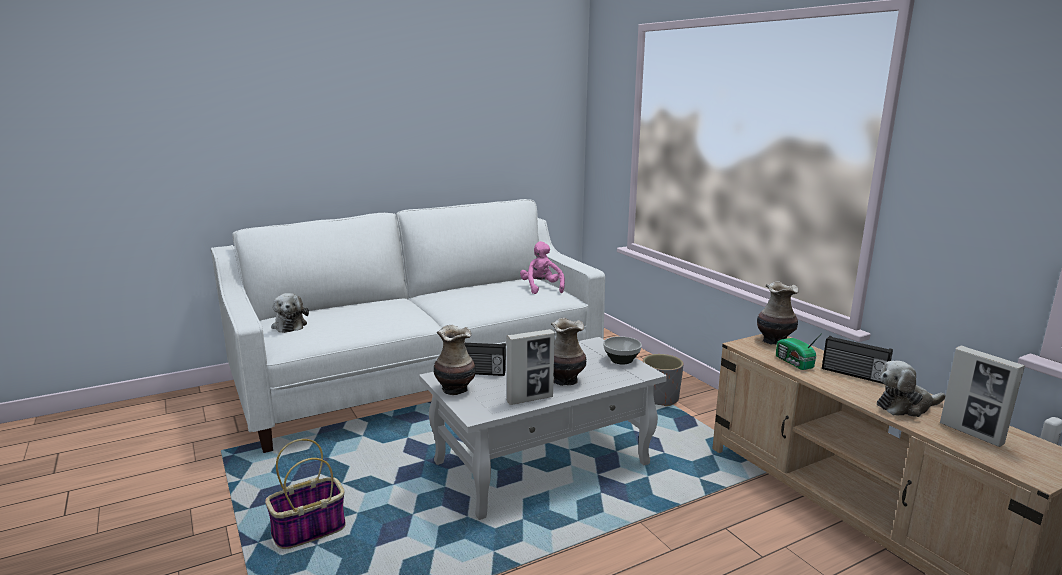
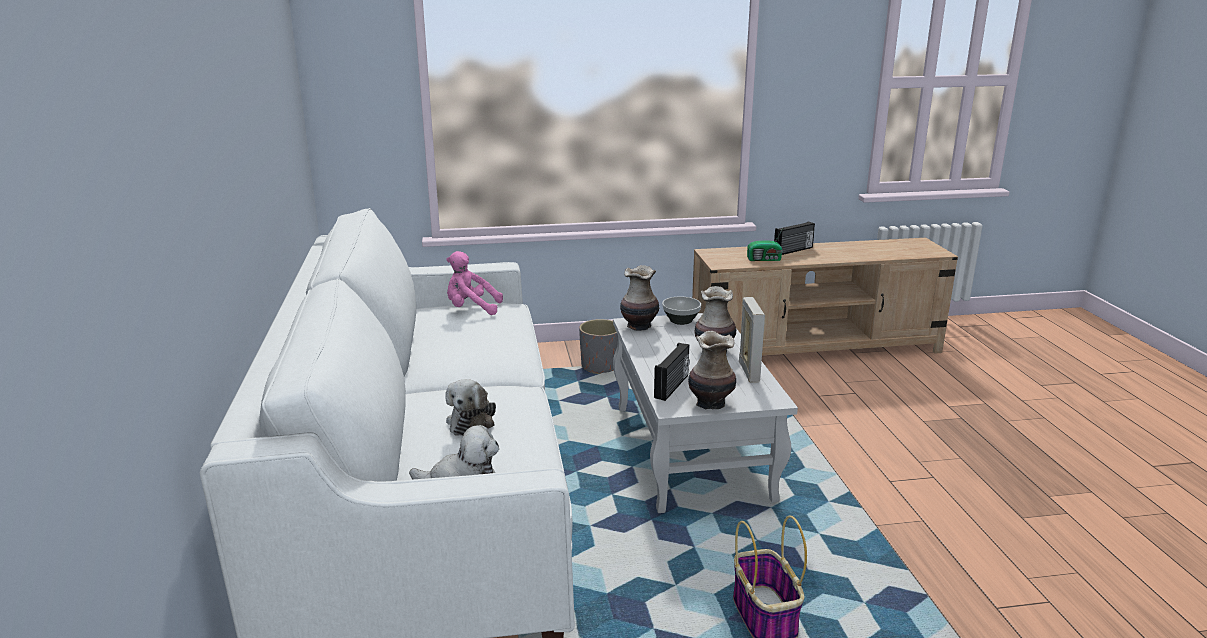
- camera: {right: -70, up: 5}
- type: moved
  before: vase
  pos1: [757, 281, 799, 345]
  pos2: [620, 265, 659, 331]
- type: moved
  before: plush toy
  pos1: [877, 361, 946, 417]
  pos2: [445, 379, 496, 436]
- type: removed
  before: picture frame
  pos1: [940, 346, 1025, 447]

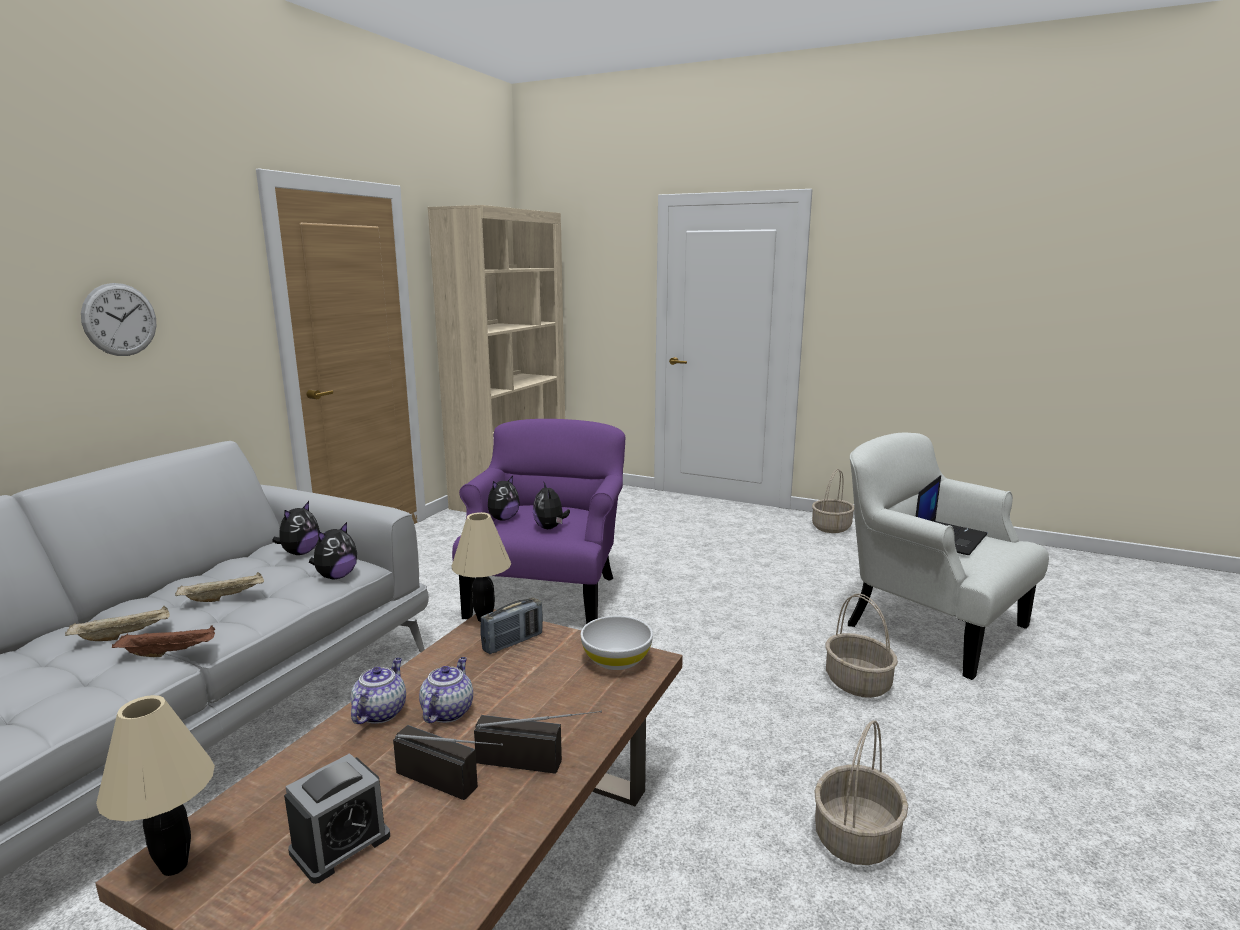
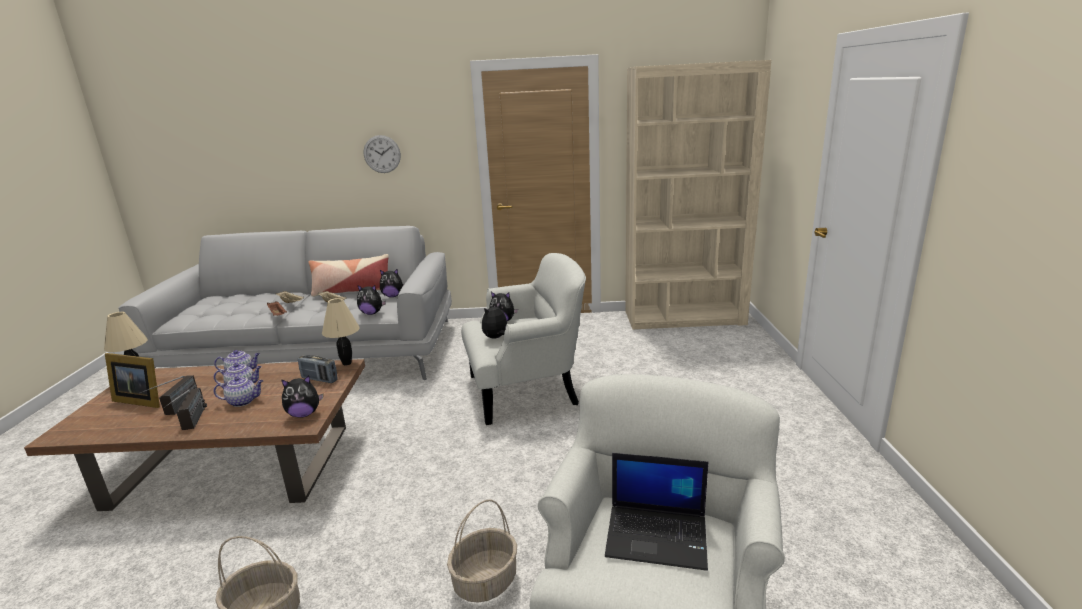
- camera: {right: 65, up: 5}
- type: replaced
  before: alarm clock
  after: picture frame
  pos1: [284, 753, 390, 884]
  pos2: [105, 353, 160, 408]
- type: recoloured
  before: armchair in purple
  after: armchair in white
  pos1: [452, 419, 625, 624]
  pos2: [461, 253, 586, 425]
- type: replaced
  before: bowl in white
  after: plush toy
  pos1: [581, 616, 653, 670]
  pos2: [281, 376, 323, 418]
- type: removed
  before: basket
  pos1: [812, 469, 854, 533]
- type: added
  after: teapot
  pos2: [214, 376, 264, 407]
- type: added
  after: pillow
  pos2: [308, 254, 389, 297]

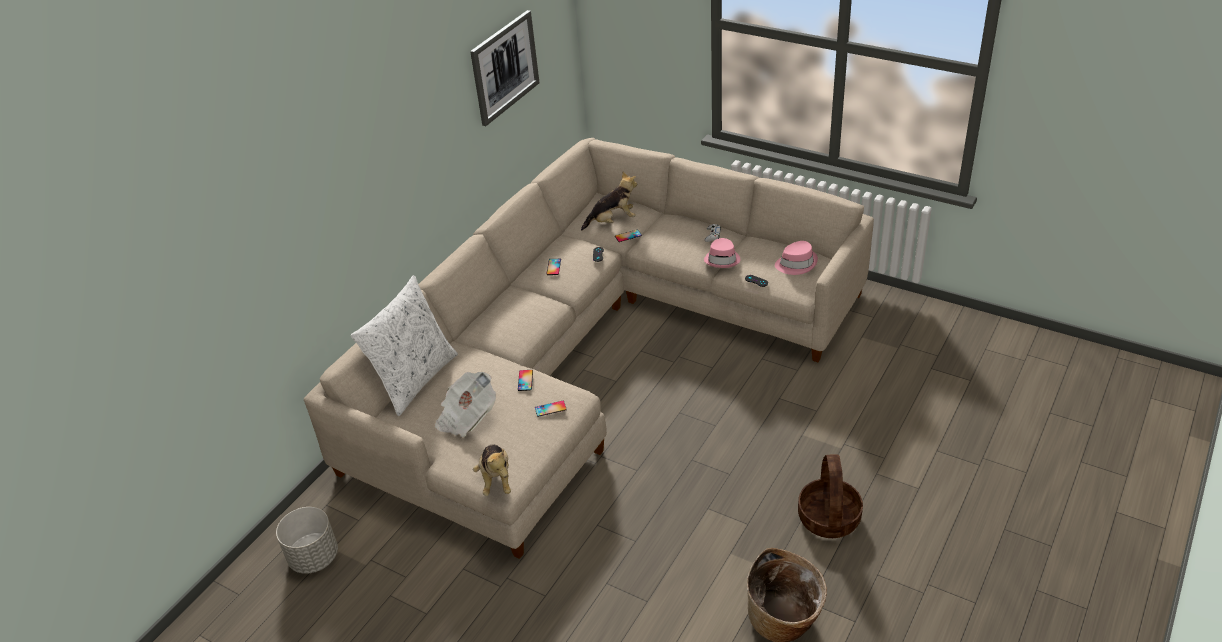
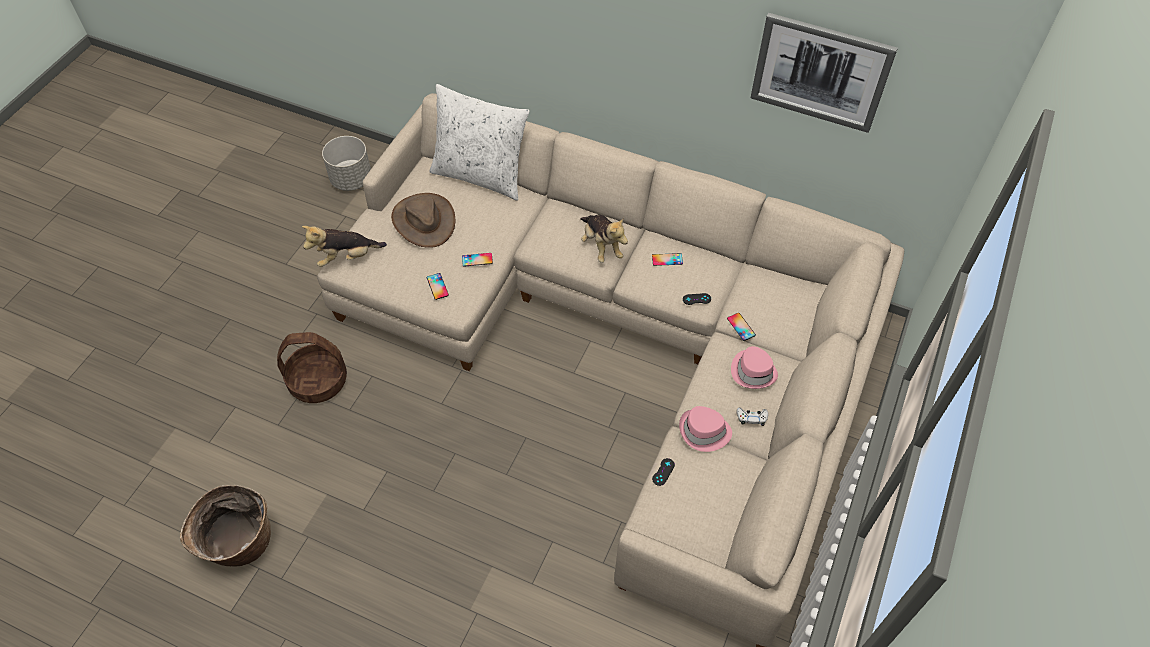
- camera: {right: 80, up: 15}
- type: replaced
  before: newspaper
  after: hat in brown
  pos1: [435, 372, 496, 437]
  pos2: [391, 193, 455, 248]
- type: moved
  before: plush toy
  pos1: [581, 171, 637, 231]
  pos2: [581, 215, 628, 263]
- type: moved
  before: hat in pink
  pos1: [775, 241, 818, 275]
  pos2: [731, 346, 778, 389]
- type: moved
  before: basket
  pos1: [798, 454, 863, 538]
  pos2: [277, 332, 347, 403]

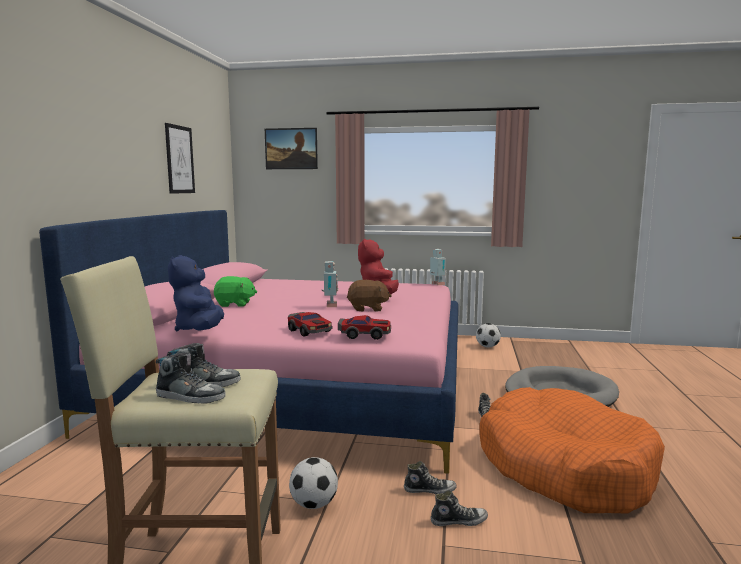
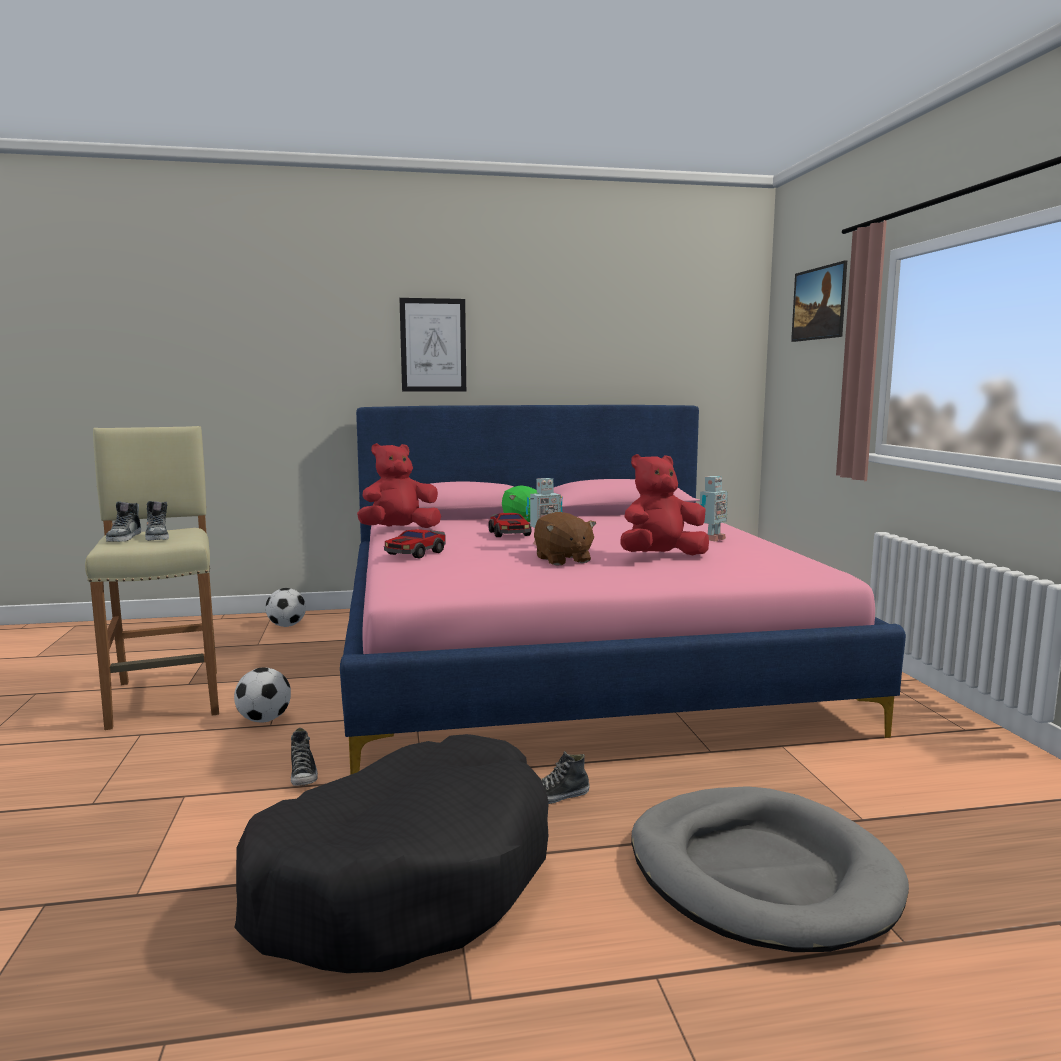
- camera: {right: 70, up: 0}
- type: moved
  before: picture
  pos1: [165, 123, 195, 194]
  pos2: [399, 298, 466, 392]
- type: recoloured
  before: plush toy in blue
  after: plush toy in red
  pos1: [168, 255, 224, 332]
  pos2: [357, 443, 441, 528]
- type: moved
  before: toy car
  pos1: [338, 315, 391, 340]
  pos2: [488, 513, 531, 537]
- type: moved
  before: toy robot
  pos1: [430, 249, 446, 285]
  pos2: [700, 476, 728, 541]
- type: removed
  before: shoe
  pos1: [431, 490, 488, 526]
- type: moved
  before: football
  pos1: [476, 323, 501, 348]
  pos2: [266, 588, 306, 627]
- type: recoloured
  before: dog bed in orange
  after: dog bed in black
  pos1: [479, 387, 665, 514]
  pos2: [234, 734, 549, 973]

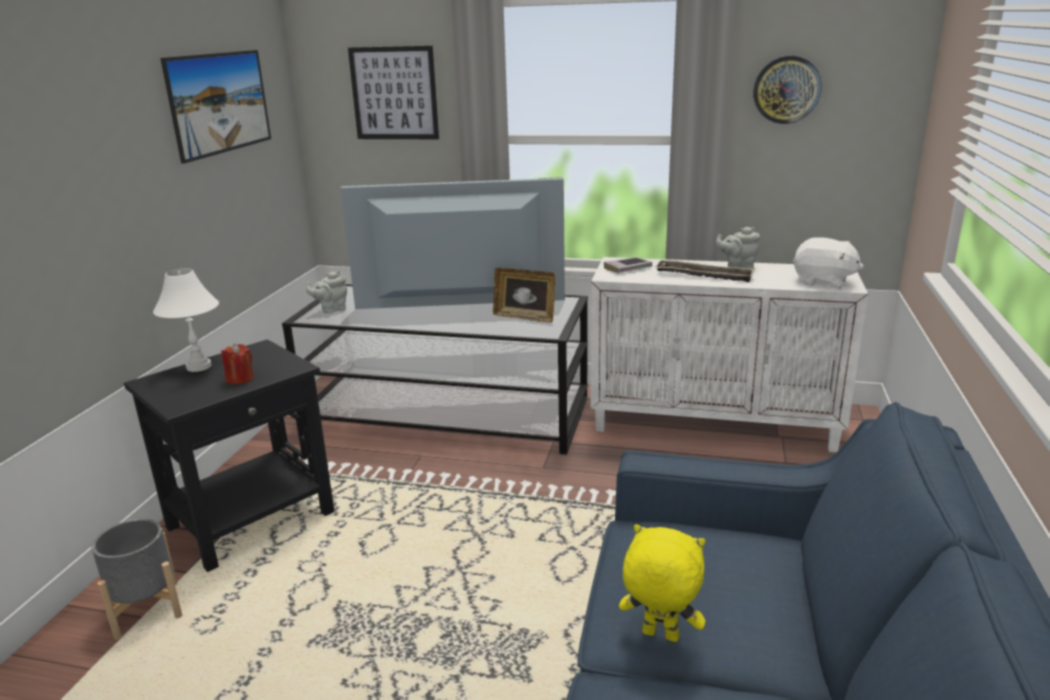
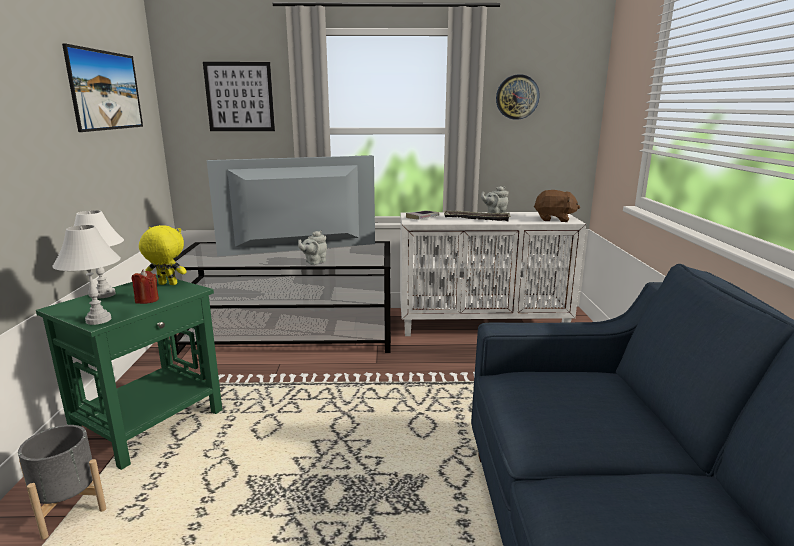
- camera: {right: -15, up: -5}
- type: recoloured
  before: side table in black
  after: side table in green
  pos1: [124, 339, 335, 572]
  pos2: [36, 275, 222, 470]
- type: moved
  before: teapot in grey
  pos1: [306, 271, 347, 313]
  pos2: [298, 231, 327, 265]
- type: removed
  before: picture frame
  pos1: [493, 268, 555, 323]
- type: moved
  before: plush toy in yellow
  pos1: [619, 524, 706, 642]
  pos2: [139, 225, 187, 285]
- type: recoloured
  before: plush toy in white
  after: plush toy in brown
  pos1: [793, 237, 864, 288]
  pos2: [534, 190, 580, 222]
- type: added
  after: table lamp in white
  pos2: [52, 225, 121, 325]

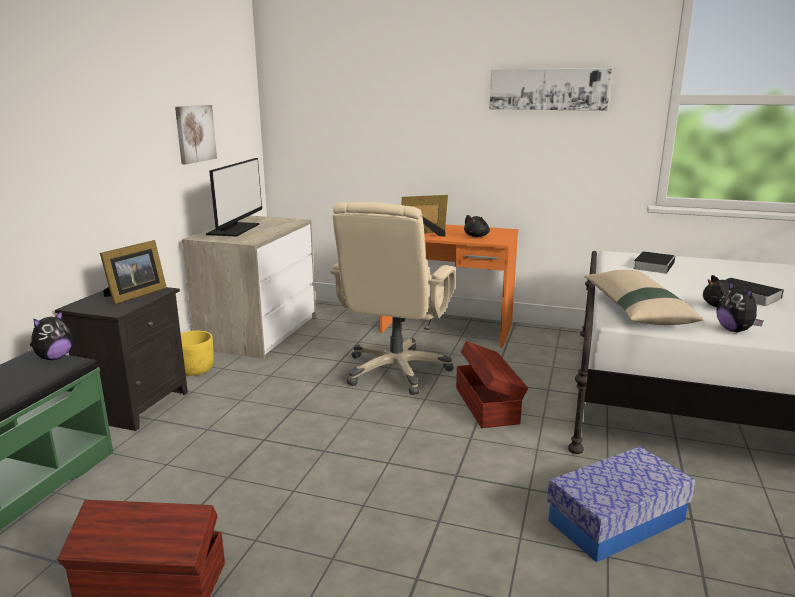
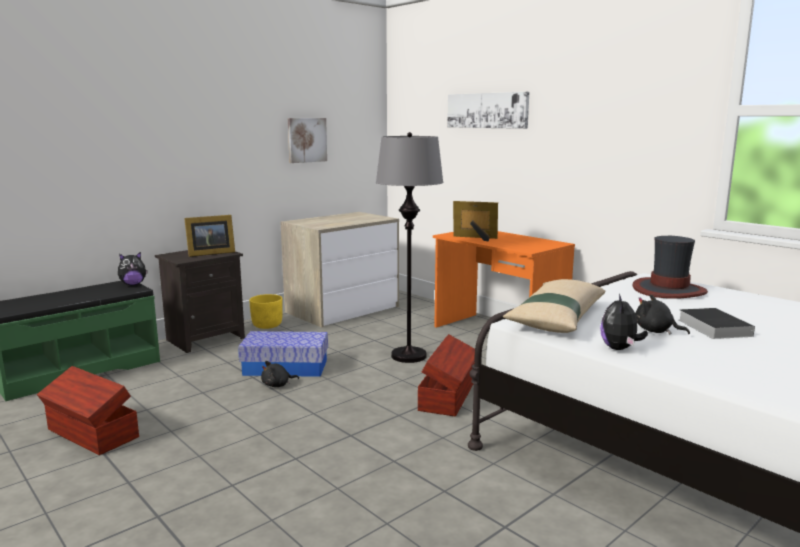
- camera: {right: 30, up: -5}
- type: removed
  before: monitor
  pos1: [206, 158, 262, 237]
- type: replaced
  before: office chair in beige
  after: floor lamp in grey
  pos1: [330, 202, 456, 395]
  pos2: [376, 132, 444, 363]
- type: moved
  before: plush toy in black
  pos1: [464, 215, 490, 237]
  pos2: [261, 361, 299, 387]
- type: moved
  before: picture
  pos1: [489, 68, 612, 111]
  pos2: [447, 92, 529, 129]
- type: moved
  before: storage box
  pos1: [547, 446, 696, 562]
  pos2: [238, 331, 328, 377]
- type: replaced
  before: book
  after: hat
  pos1: [633, 251, 675, 274]
  pos2: [632, 236, 708, 299]

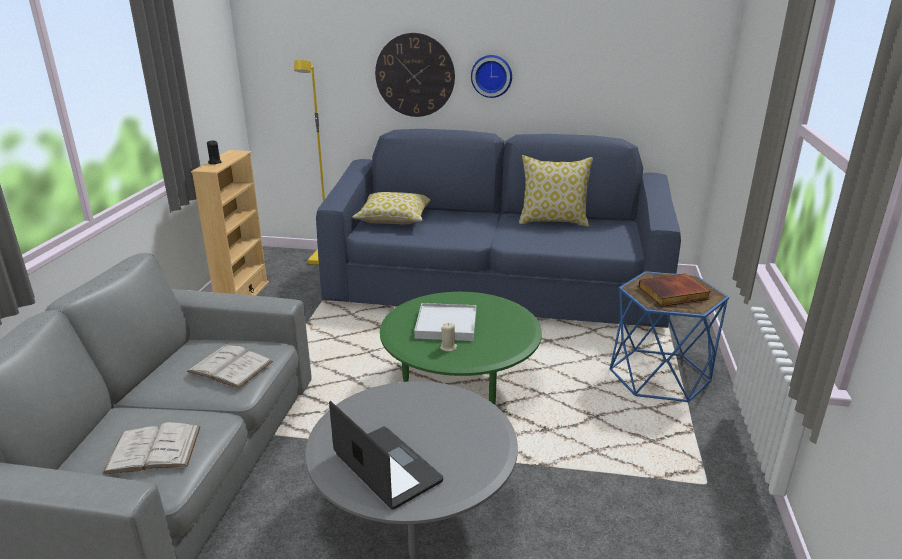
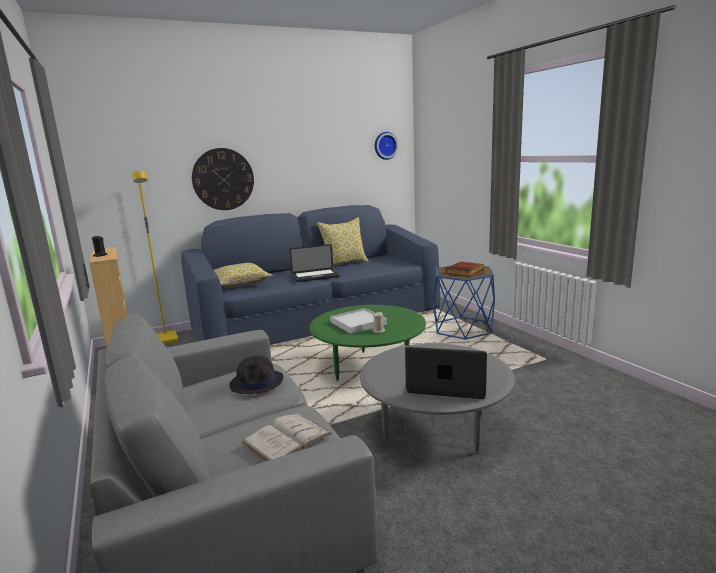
- camera: {right: -35, up: -10}
- type: replaced
  before: book in white
  after: hat in black
  pos1: [187, 344, 273, 388]
  pos2: [230, 356, 283, 394]
- type: moved
  before: wall clock
  pos1: [471, 55, 512, 98]
  pos2: [375, 132, 398, 160]
- type: added
  after: laptop
  pos2: [289, 244, 340, 282]

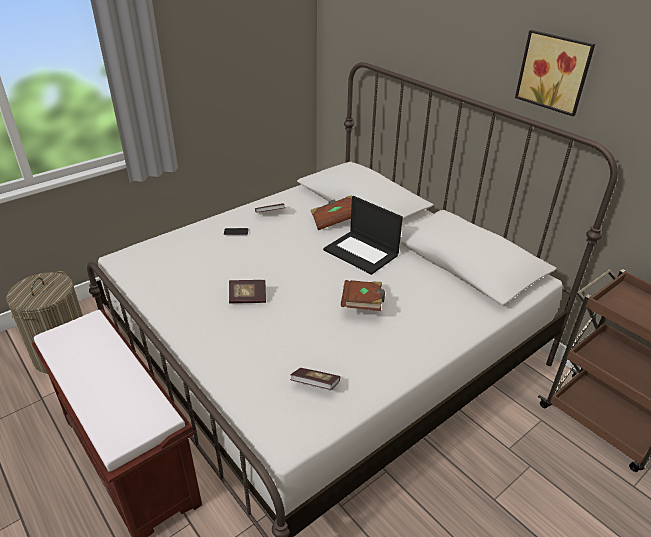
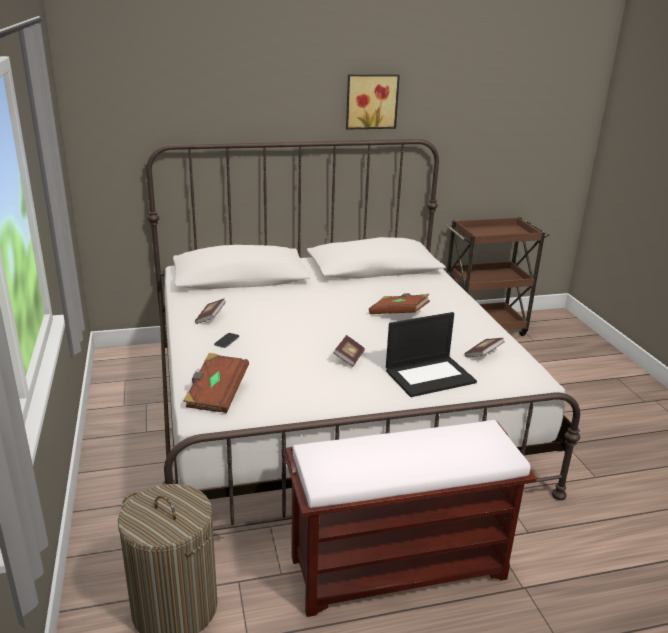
- camera: {right: -65, up: -10}
- type: moved
  before: book in brown
  pos1: [311, 195, 352, 230]
  pos2: [184, 353, 249, 413]
- type: moved
  before: laptop
  pos1: [323, 196, 403, 275]
  pos2: [386, 312, 477, 397]

